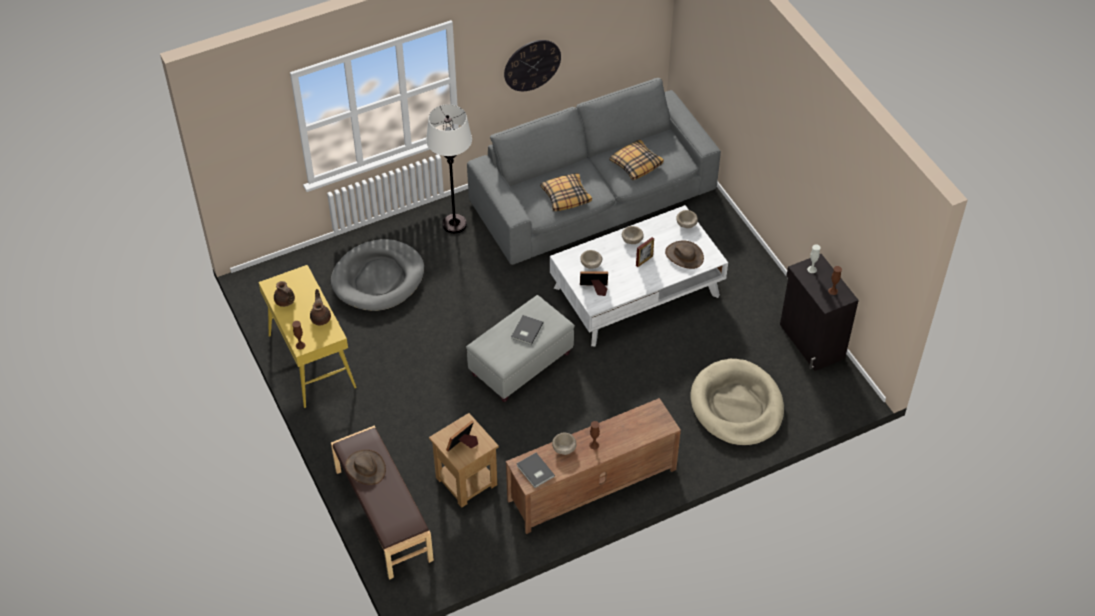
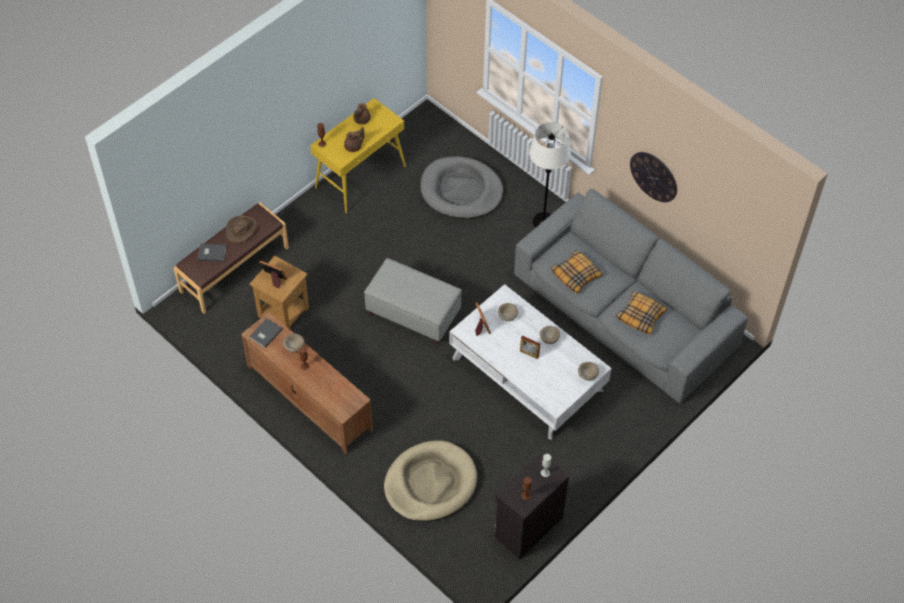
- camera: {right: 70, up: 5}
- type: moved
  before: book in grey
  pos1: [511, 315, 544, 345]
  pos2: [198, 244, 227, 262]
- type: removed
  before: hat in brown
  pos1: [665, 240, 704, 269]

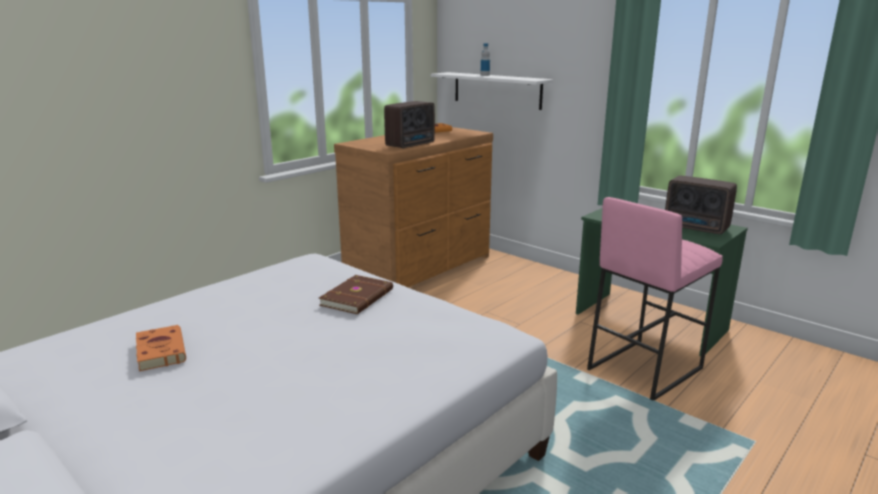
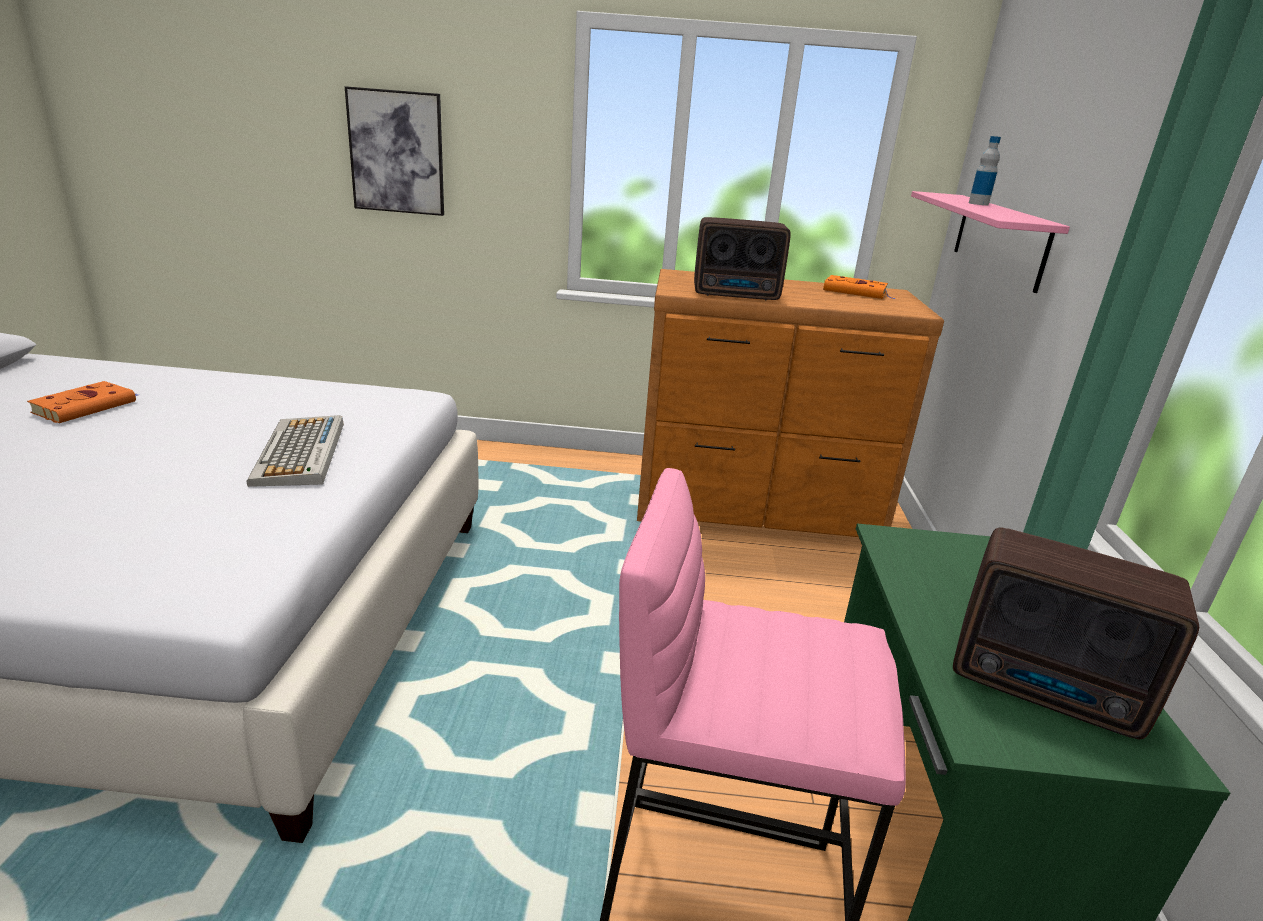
- camera: {right: 50, up: 5}
- type: replaced
  before: book in brown
  after: keyboard
  pos1: [319, 275, 393, 314]
  pos2: [246, 415, 344, 487]
- type: recoloured
  before: shelf in white
  after: shelf in pink
  pos1: [431, 72, 553, 110]
  pos2: [911, 191, 1070, 293]
- type: turned
  before: radio
  pos1: [665, 176, 737, 234]
  pos2: [953, 528, 1199, 739]
  turn: -60
- type: added
  after: picture
  pos2: [345, 86, 444, 216]

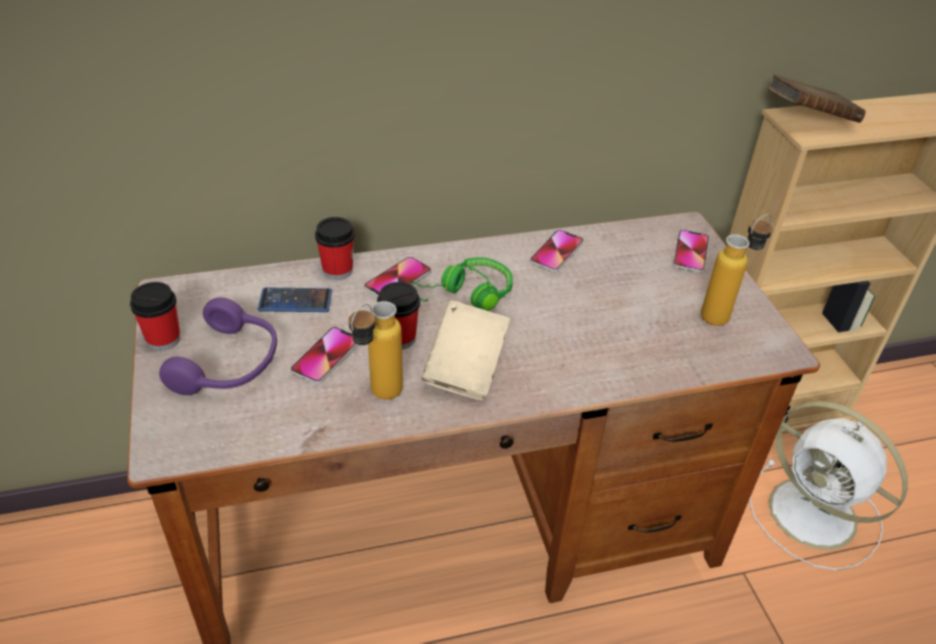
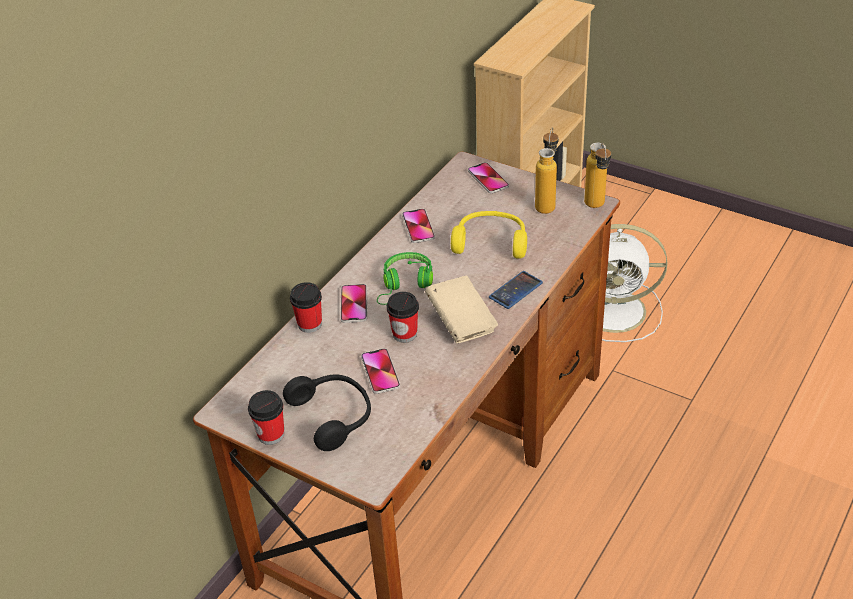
- camera: {right: -40, up: 0}
- type: recoloured
  before: headphones in purple
  after: headphones in black
  pos1: [159, 297, 277, 395]
  pos2: [283, 374, 371, 451]
- type: moved
  before: phone
  pos1: [258, 288, 332, 312]
  pos2: [489, 271, 543, 309]
- type: moved
  before: bottle
  pos1: [349, 301, 403, 399]
  pos2: [584, 143, 611, 208]
- type: removed
  before: book in brown
  pos1: [768, 74, 865, 123]
- type: added
  after: headphones in yellow
  pos2: [451, 211, 527, 259]

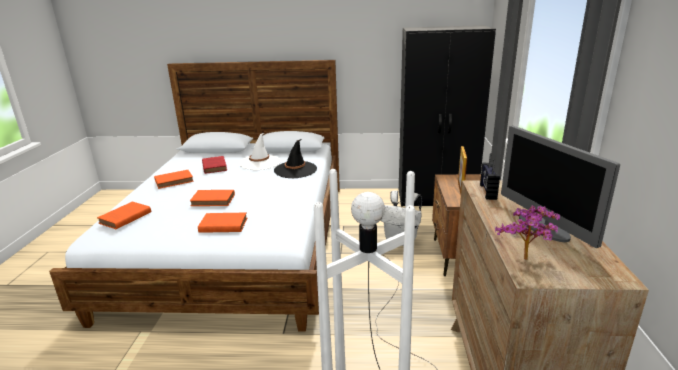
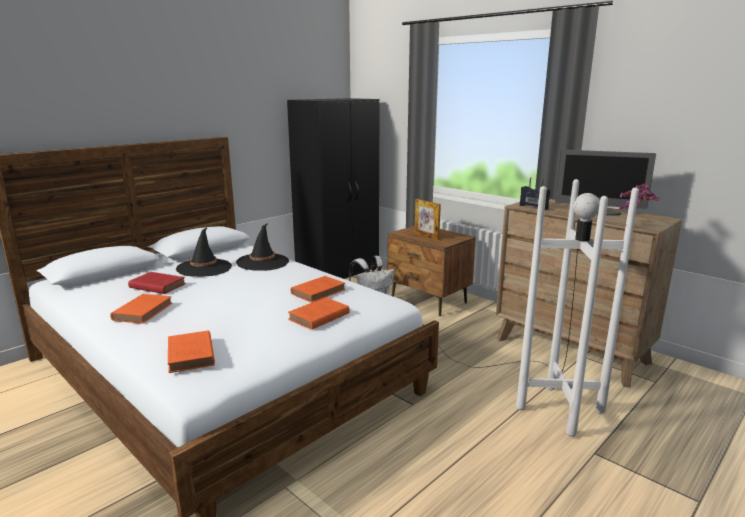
- camera: {right: -50, up: -5}
- type: moved
  before: book in orange
  pos1: [190, 190, 235, 206]
  pos2: [291, 276, 346, 303]
- type: recoloured
  before: hat in white
  after: hat in black
  pos1: [239, 133, 281, 170]
  pos2: [176, 228, 232, 277]

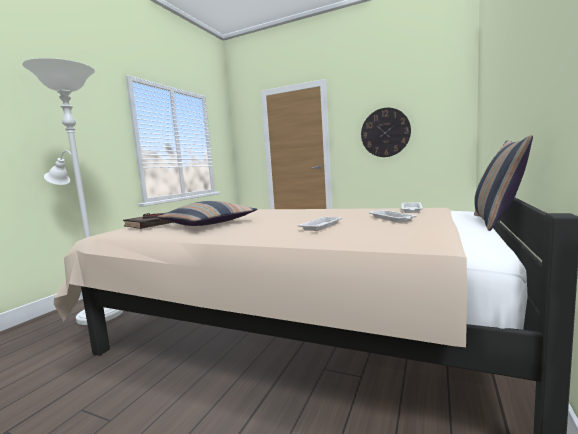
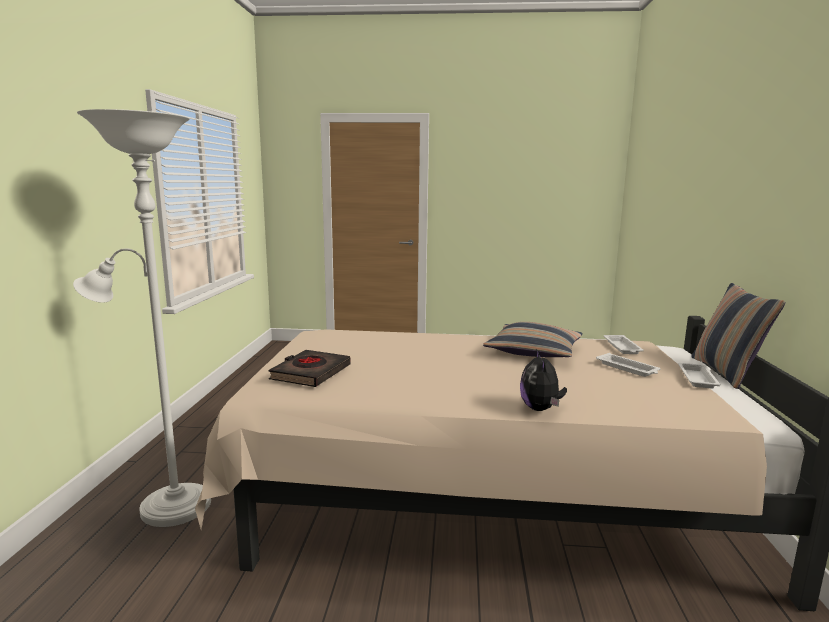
- camera: {right: -20, up: 5}
- type: moved
  before: pillow
  pos1: [157, 201, 257, 226]
  pos2: [483, 322, 583, 357]
- type: moved
  before: tray in white
  pos1: [298, 217, 342, 231]
  pos2: [678, 363, 721, 389]
- type: removed
  before: wall clock
  pos1: [361, 108, 411, 157]
- type: added
  after: plush toy
  pos2: [520, 349, 567, 411]

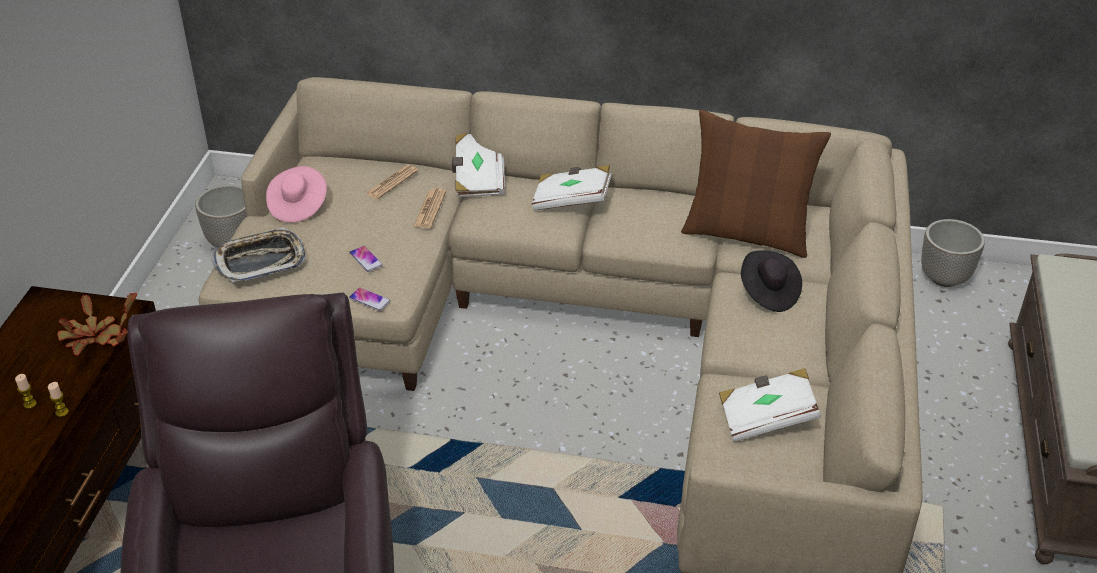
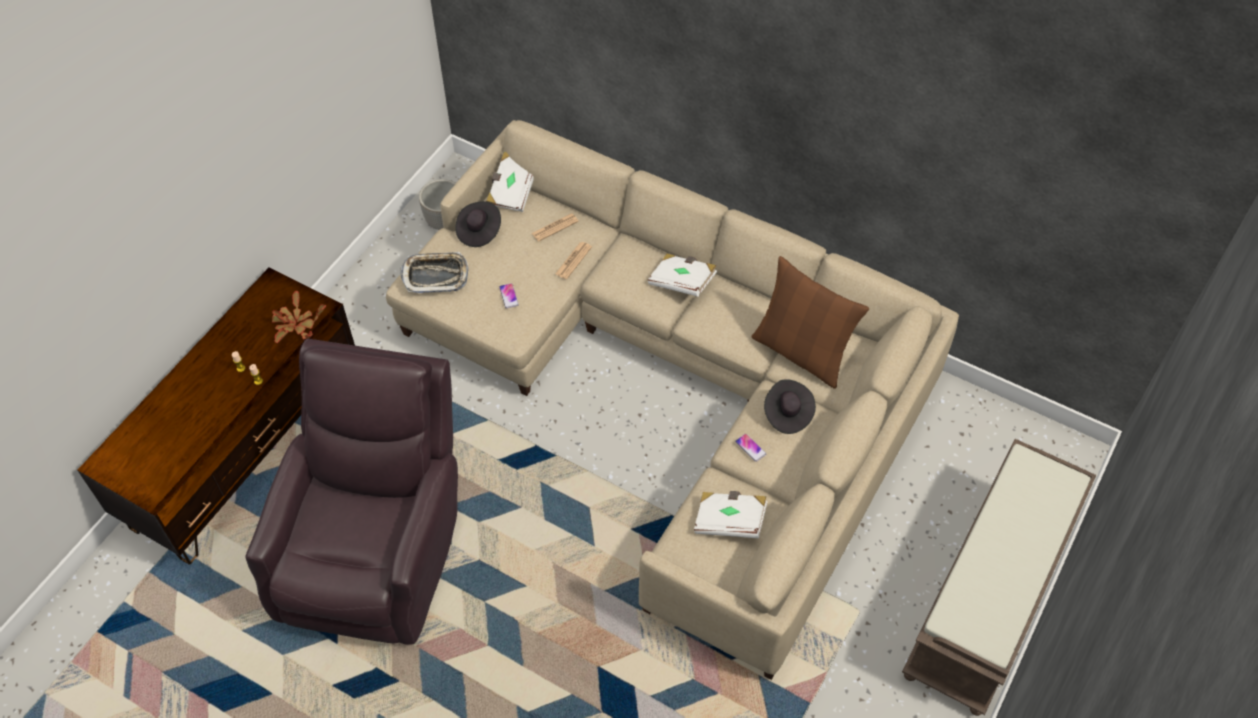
- camera: {right: 20, up: 15}
- type: recoloured
  before: hat in pink
  after: hat in black
  pos1: [266, 166, 327, 223]
  pos2: [455, 201, 501, 247]
- type: moved
  before: phone
  pos1: [349, 288, 391, 311]
  pos2: [735, 434, 766, 462]
- type: moved
  before: book in white
  pos1: [452, 133, 505, 197]
  pos2: [486, 152, 534, 212]
- type: removed
  before: planter
  pos1: [921, 219, 985, 287]

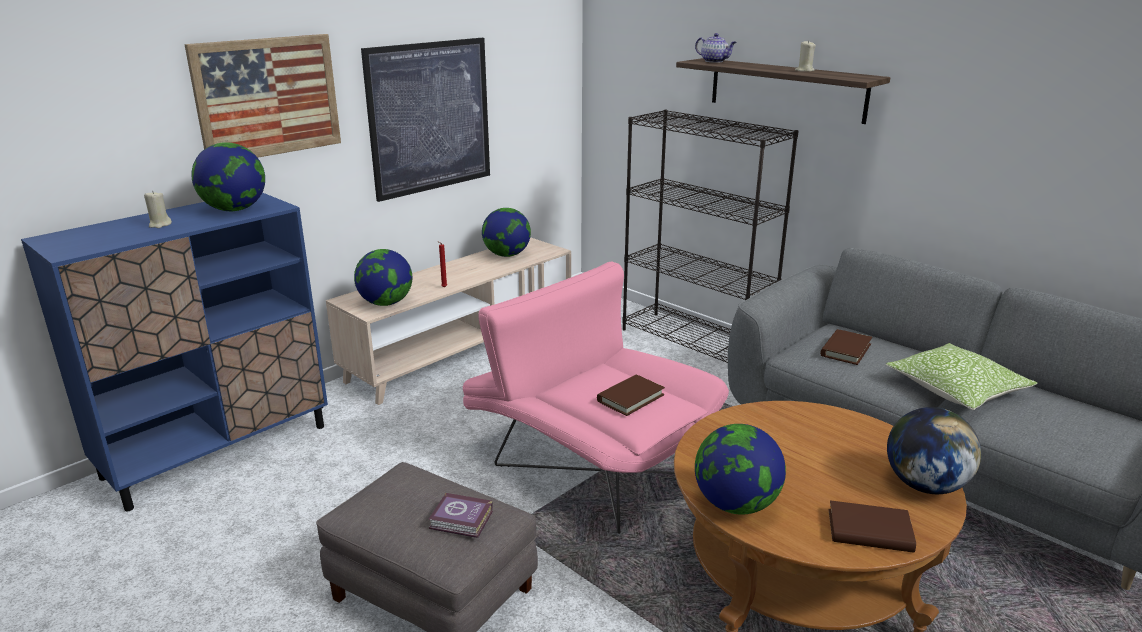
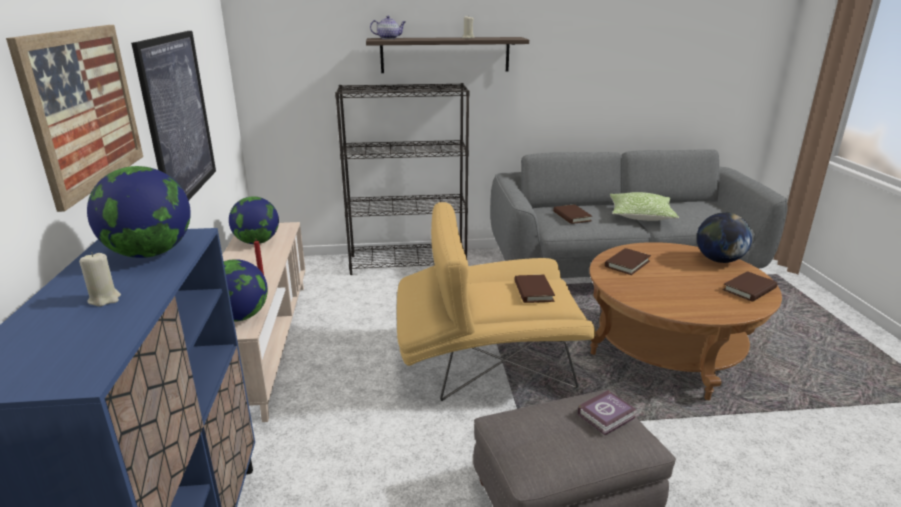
- camera: {right: -50, up: 0}
- type: recoloured
  before: armchair in pink
  after: armchair in yellow
  pos1: [463, 261, 729, 534]
  pos2: [397, 202, 595, 401]
- type: removed
  before: globe
  pos1: [695, 424, 786, 515]
- type: added
  after: book in brown
  pos2: [605, 248, 651, 275]

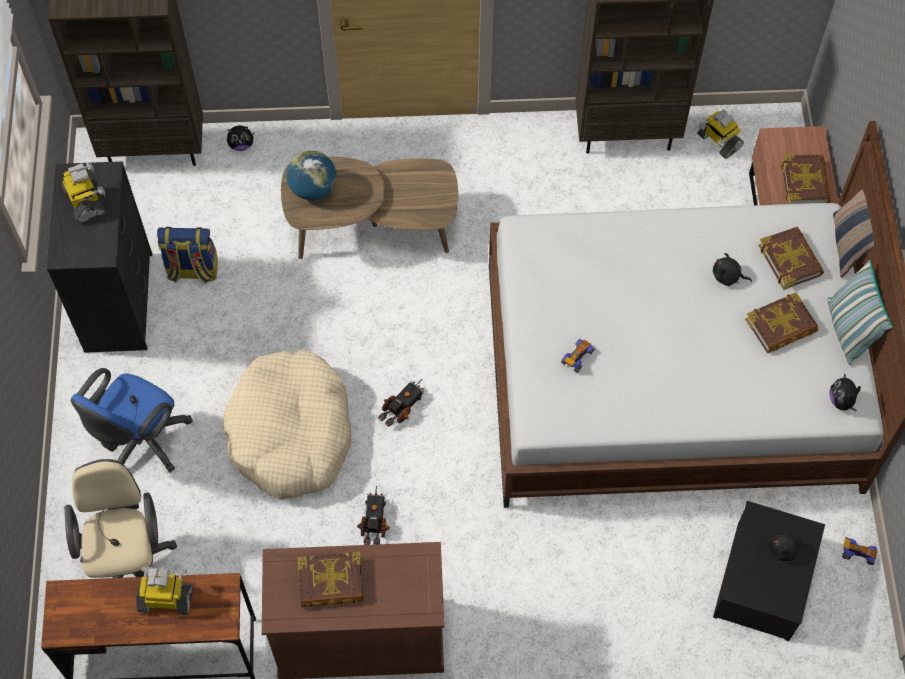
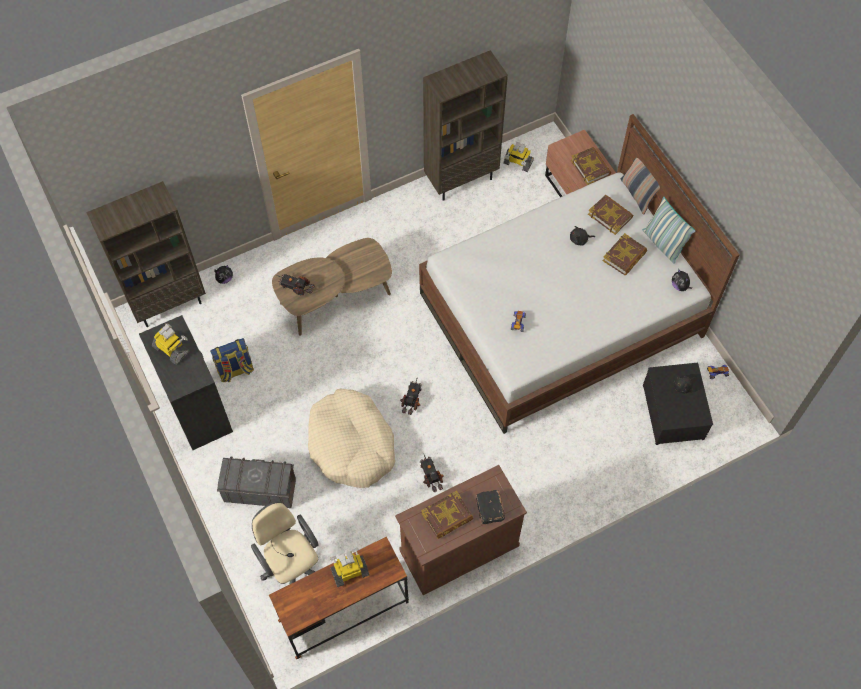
- camera: {right: -25, up: 0}
- type: replaced
  before: office chair in blue
  after: storage box in grey
  pos1: [71, 368, 193, 472]
  pos2: [217, 456, 296, 508]
- type: replaced
  before: globe
  after: toy truck
  pos1: [287, 150, 336, 200]
  pos2: [277, 274, 315, 296]
- type: added
  after: book in black
  pos2: [475, 490, 505, 524]

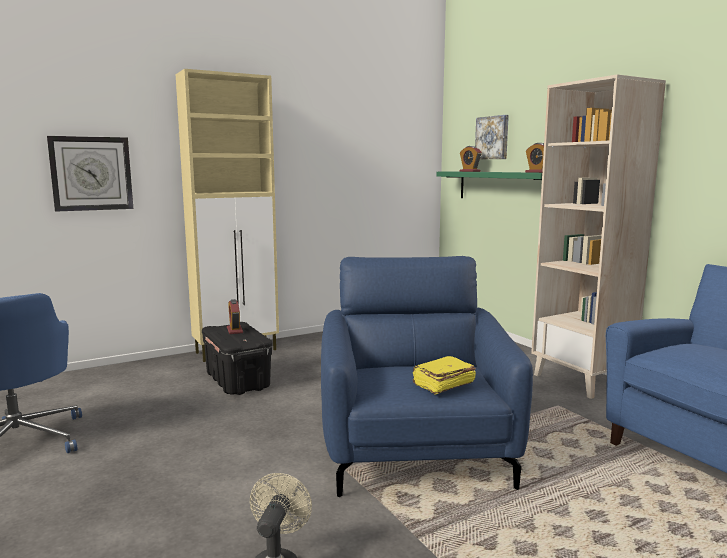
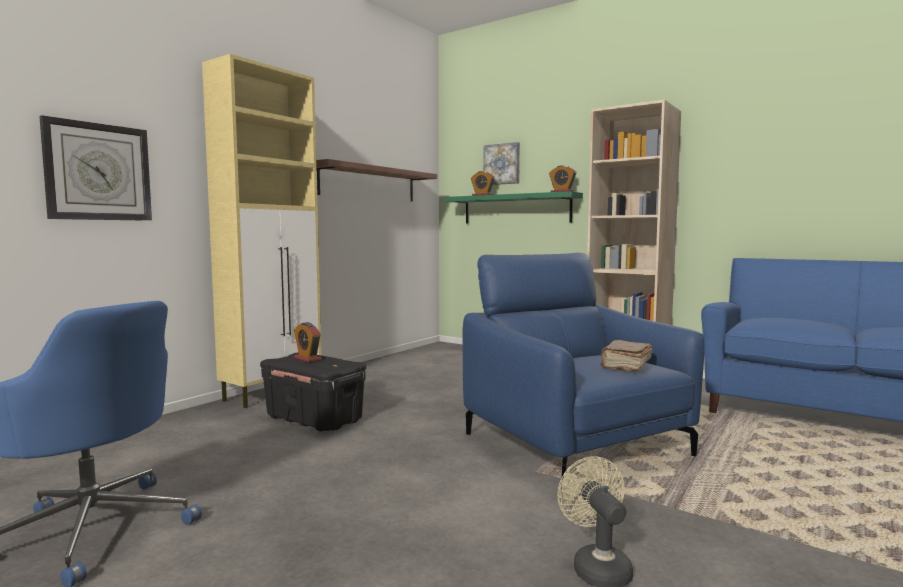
- camera: {right: -25, up: -5}
- type: recoloured
  before: book in yellow
  after: book in brown
  pos1: [412, 356, 476, 395]
  pos2: [600, 340, 652, 372]
- type: added
  after: shelf
  pos2: [316, 159, 437, 201]

